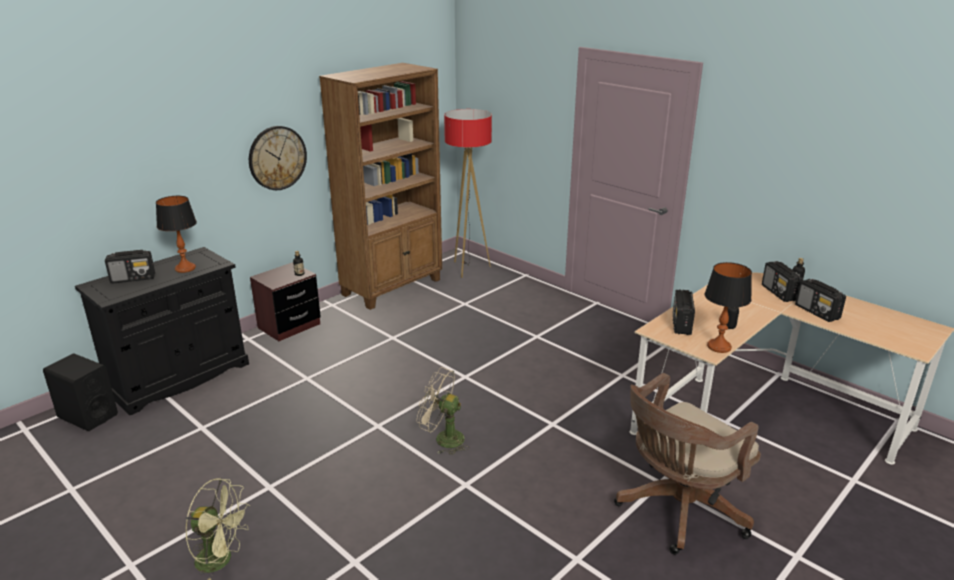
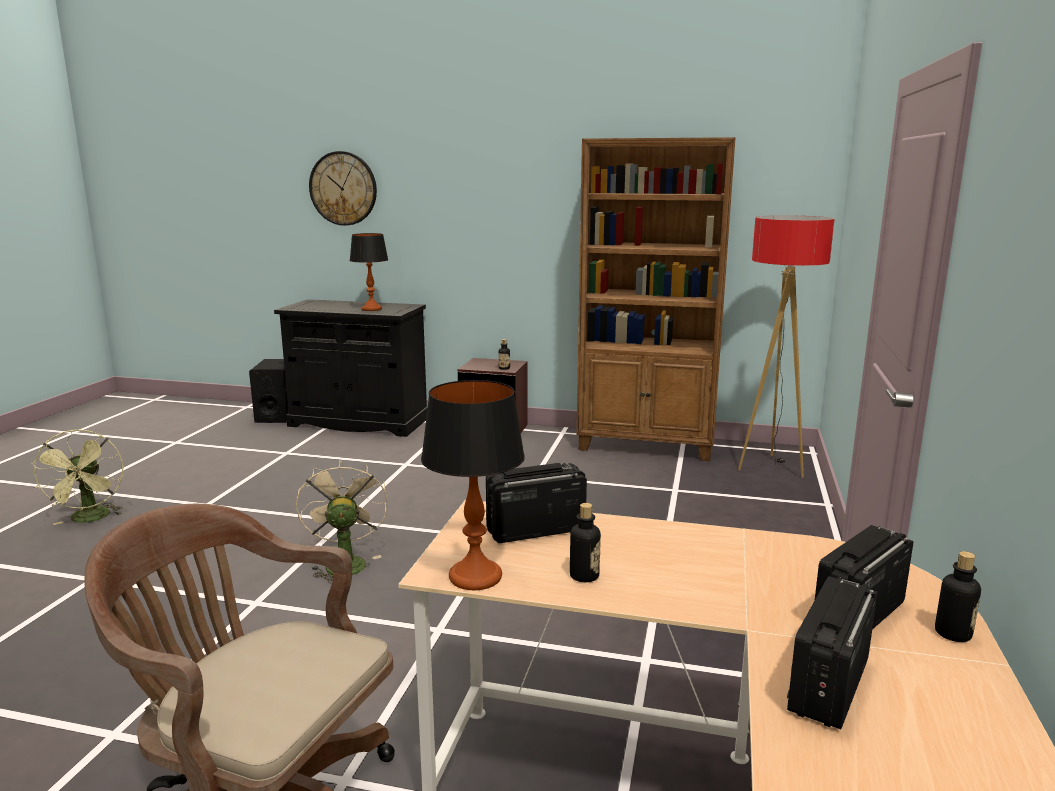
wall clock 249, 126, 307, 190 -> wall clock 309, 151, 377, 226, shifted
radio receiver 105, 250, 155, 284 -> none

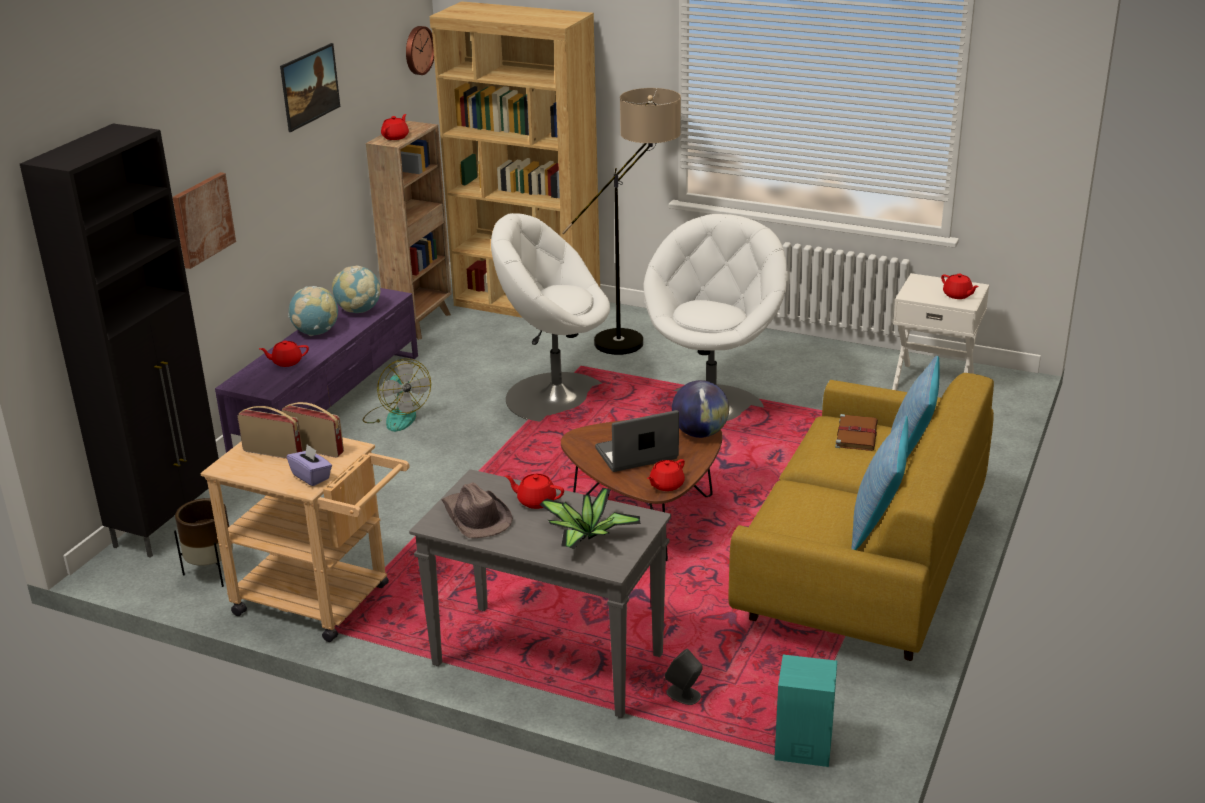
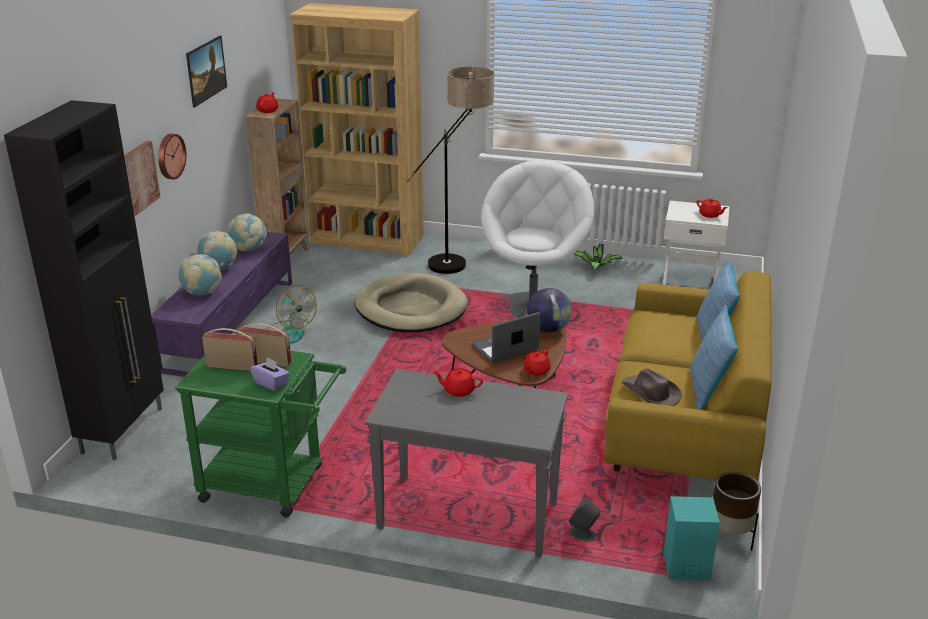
wall clock 406, 26, 434, 75 -> wall clock 158, 134, 186, 179, shifted
beige-coloured cart 200, 437, 410, 642 -> green-coloured cart 175, 351, 346, 518
reddish tea pot 259, 341, 309, 367 -> world globe 179, 254, 222, 296
white-coloured lounge chair 491, 213, 610, 422 -> beige-coloured dog bed 354, 273, 468, 332
potted plant 539, 488, 641, 549 -> potted plant 574, 244, 623, 270, shifted
brownish hat 441, 483, 513, 538 -> brownish hat 621, 368, 682, 406, shifted
brownish plant pot 174, 498, 233, 587 -> brownish plant pot 713, 472, 761, 551, shifted
brownish book 835, 414, 878, 451 -> none

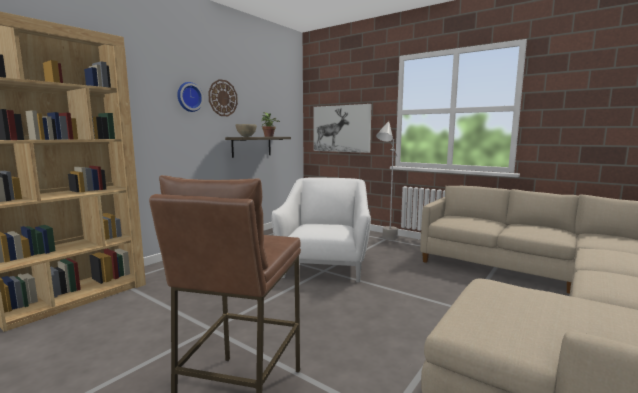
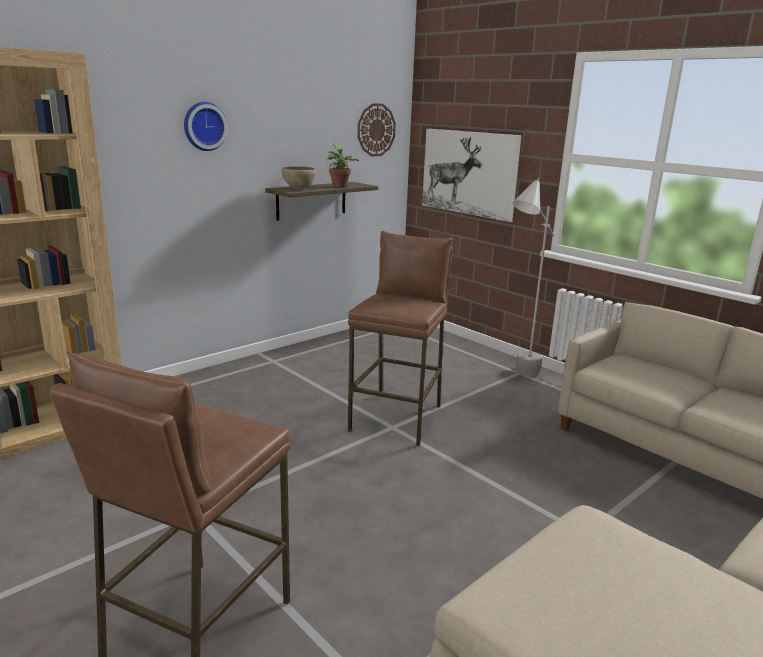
white-coloured lounge chair 272, 178, 371, 283 -> brownish stool 348, 231, 453, 446
wall clock 208, 79, 238, 116 -> wall clock 358, 103, 396, 156, shifted

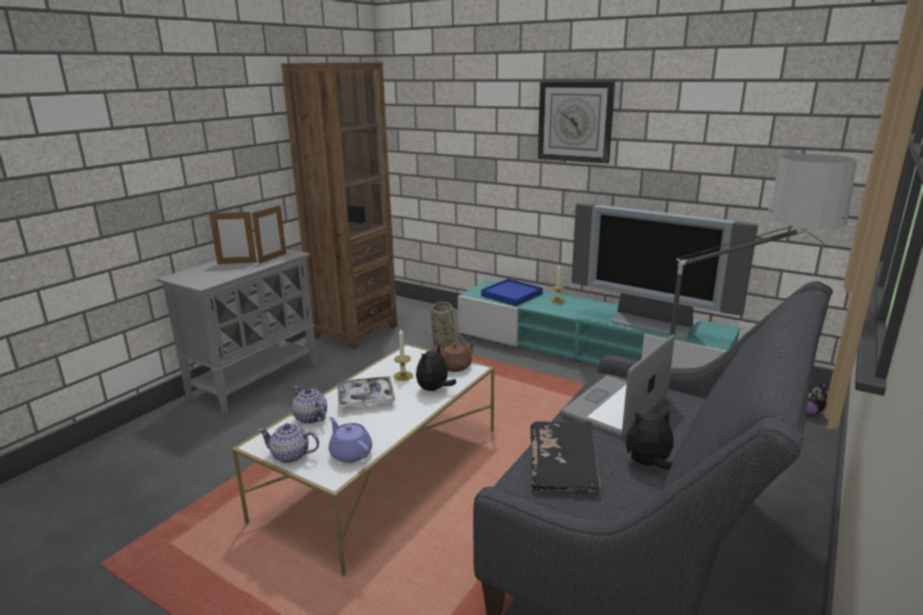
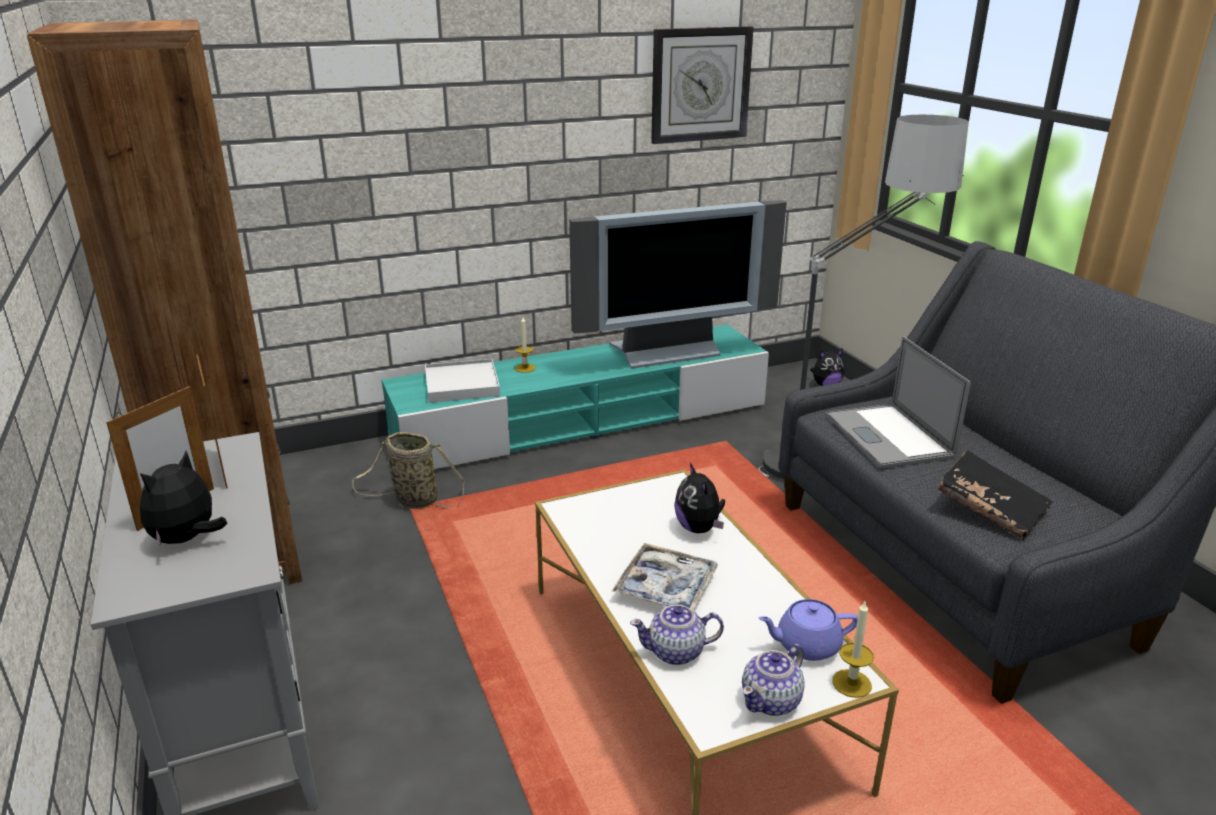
cuddly toy 626, 409, 674, 470 -> cuddly toy 140, 451, 227, 546, shifted
blue tray 481, 279, 543, 306 -> white-coloured tray 425, 359, 500, 403
wall clock 538, 82, 615, 164 -> wall clock 651, 26, 754, 144, shifted
wax light 394, 329, 413, 381 -> wax light 832, 602, 874, 698, shifted
brownish tea pot 441, 340, 476, 372 -> none

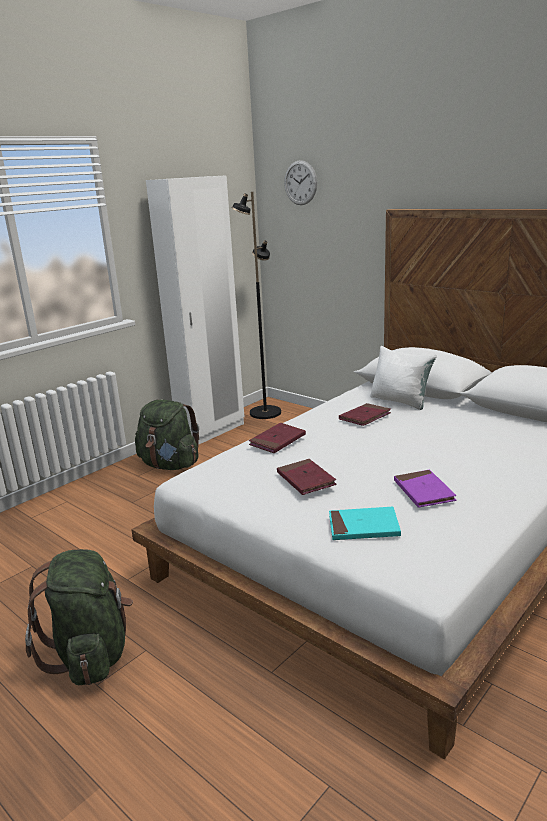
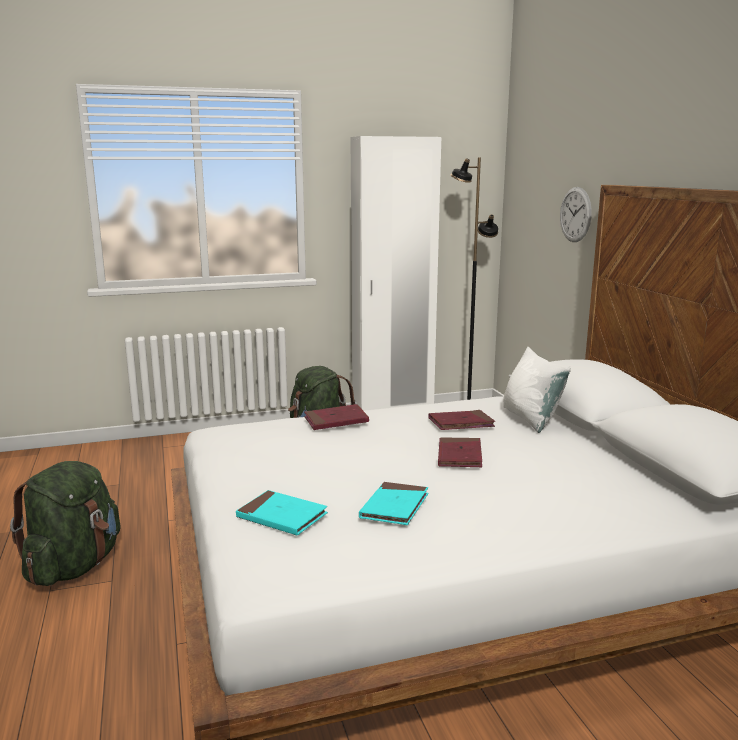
purple book 394, 470, 457, 508 -> turquoise-coloured book 359, 482, 428, 525
reddish book 277, 459, 337, 495 -> reddish book 438, 437, 482, 467, shifted
wall clock 284, 160, 317, 205 -> wall clock 560, 187, 592, 242, shifted

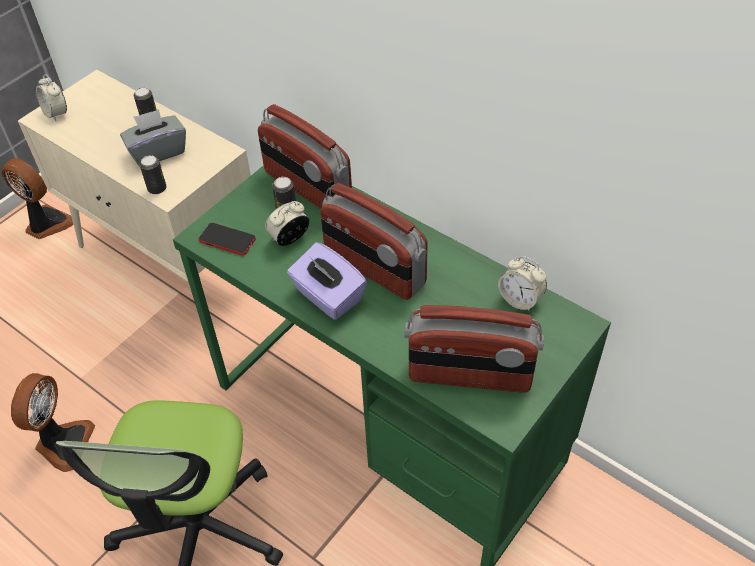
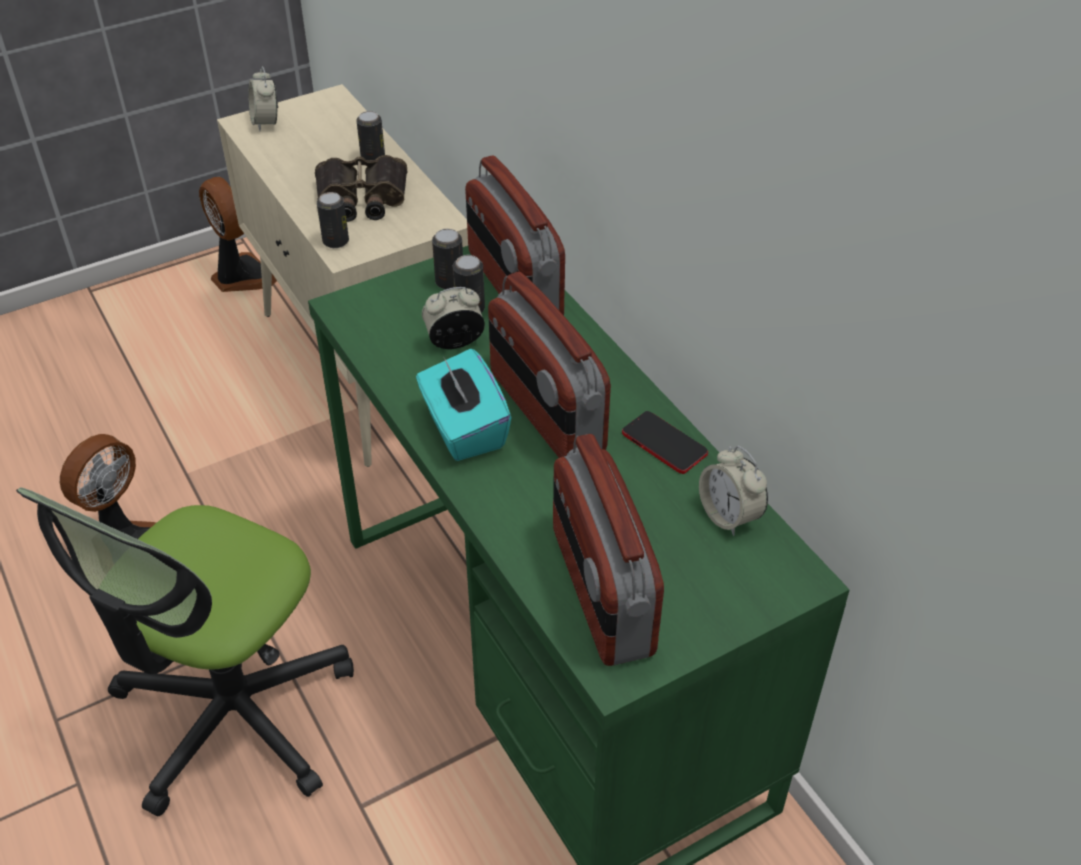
gray tissue holder 120, 109, 186, 166 -> pair of binoculars 315, 155, 407, 222
purple tissue holder 287, 242, 367, 320 -> turquoise-coloured tissue holder 416, 349, 512, 461
none -> can 432, 229, 463, 290
radio receiver 404, 305, 544, 393 -> radio receiver 553, 434, 664, 666, 45 degrees clockwise
handset 199, 223, 256, 255 -> handset 622, 411, 708, 474, shifted

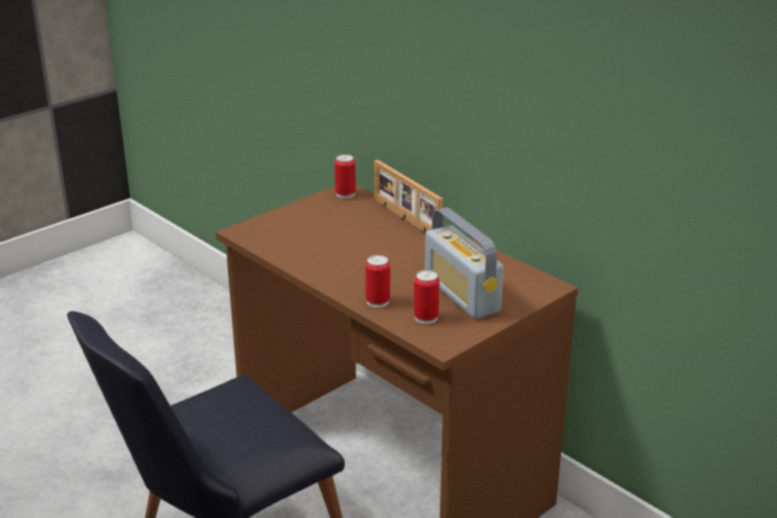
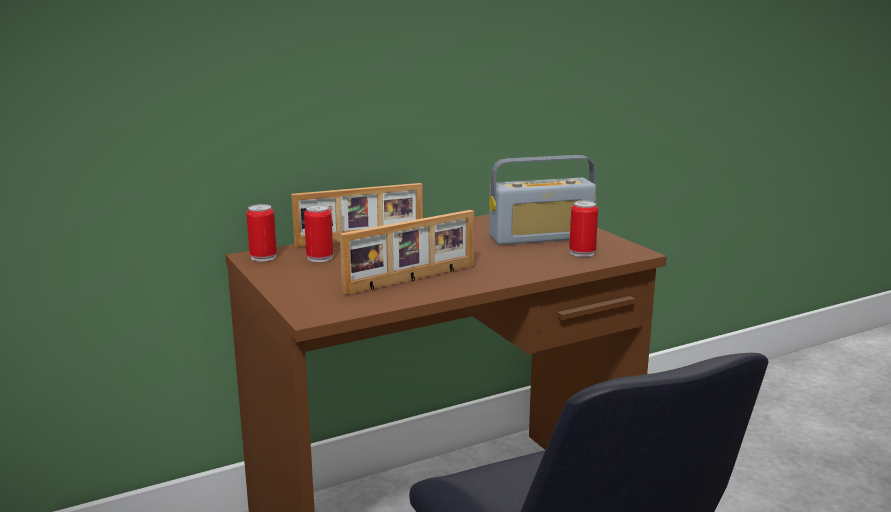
can 365, 255, 390, 308 -> can 304, 205, 333, 262, shifted
none -> standing frame 340, 210, 474, 295

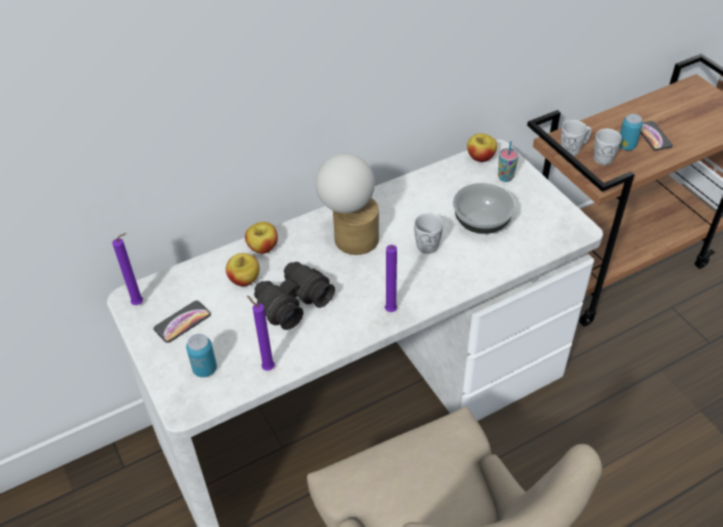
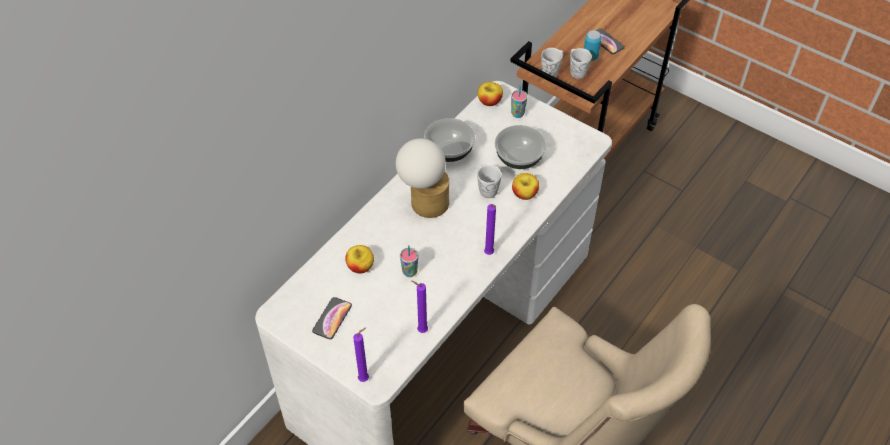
purple wax light 112, 233, 143, 305 -> purple wax light 353, 327, 369, 382, shifted
black pair of binoculars 254, 262, 335, 330 -> cup 400, 245, 418, 277
none -> serving bowl 424, 118, 475, 162
apple 245, 222, 278, 254 -> apple 512, 173, 539, 200, shifted
can 186, 334, 217, 377 -> none

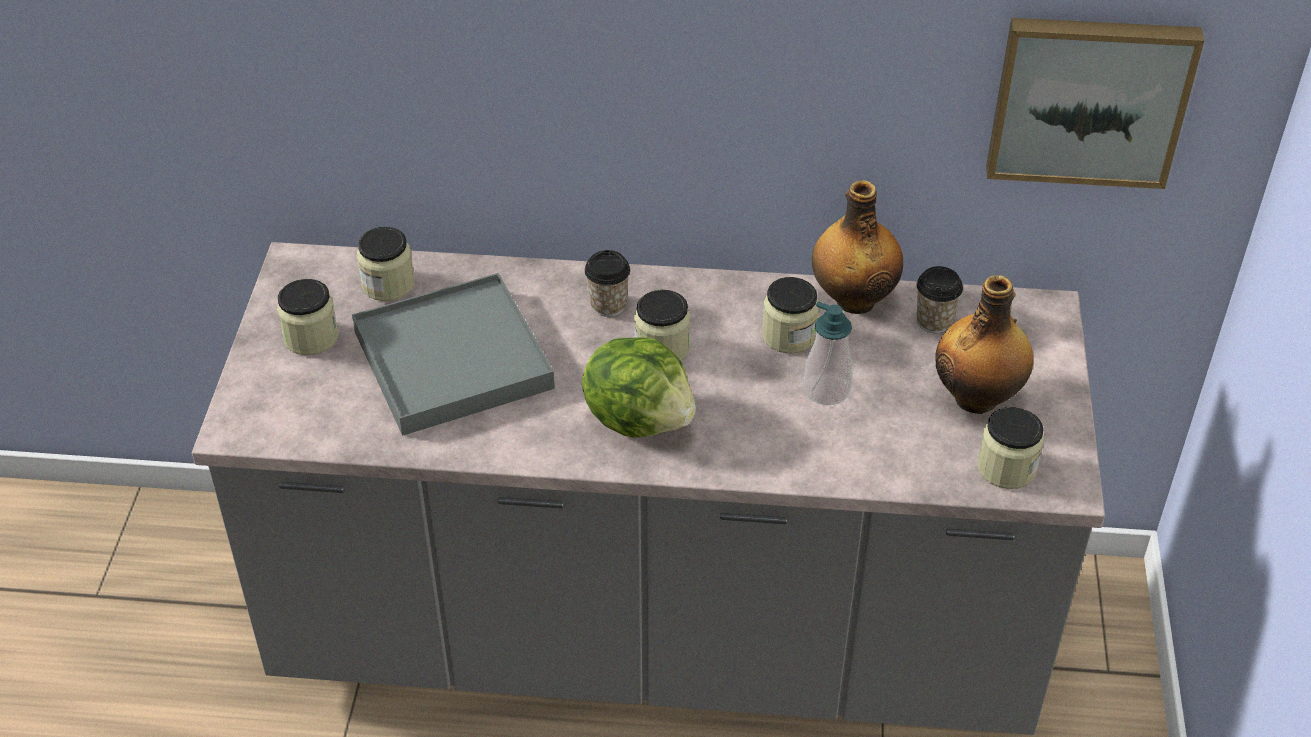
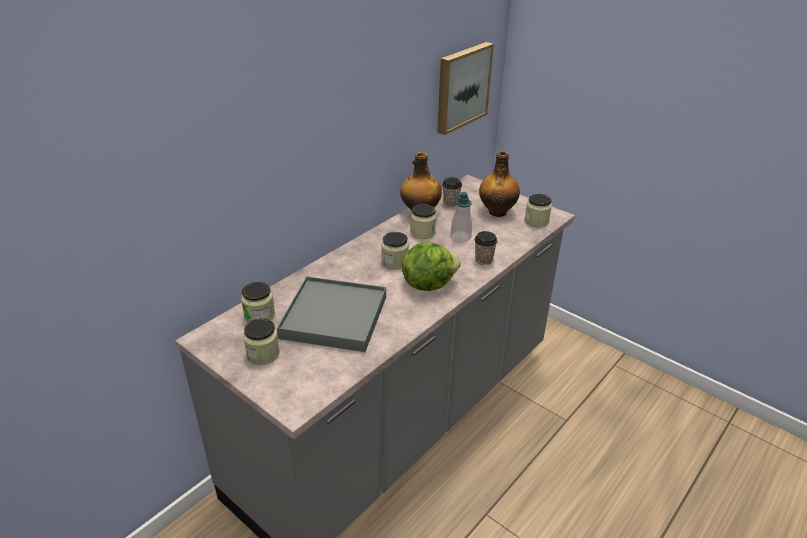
cup 585, 250, 630, 317 -> cup 475, 231, 498, 265, shifted

